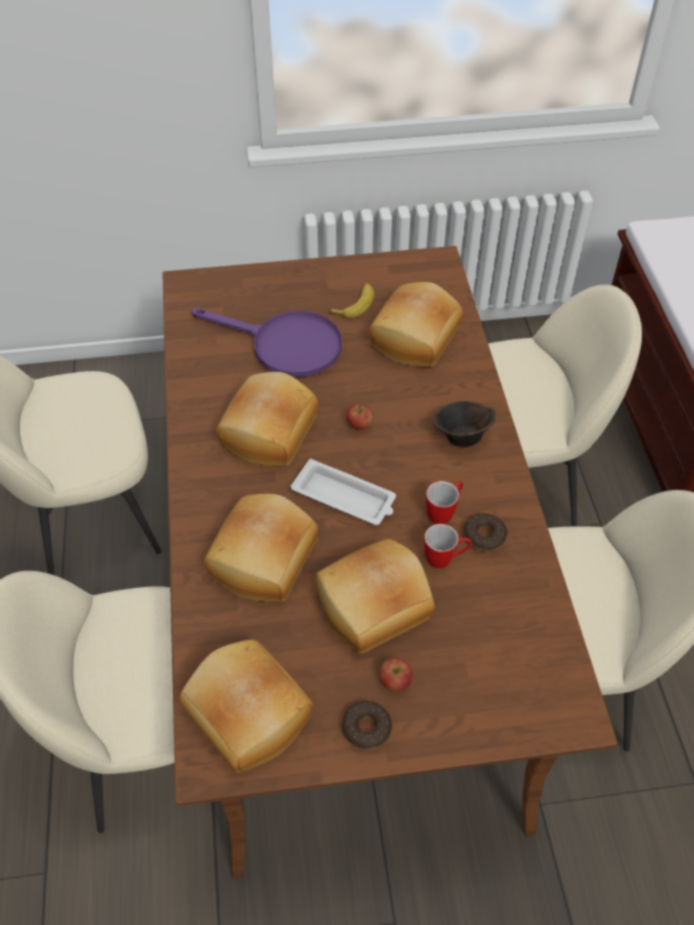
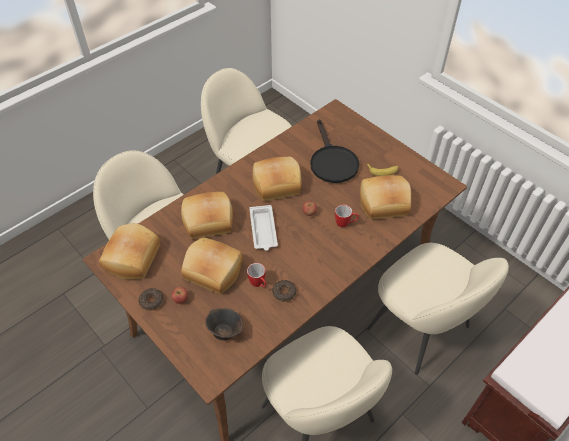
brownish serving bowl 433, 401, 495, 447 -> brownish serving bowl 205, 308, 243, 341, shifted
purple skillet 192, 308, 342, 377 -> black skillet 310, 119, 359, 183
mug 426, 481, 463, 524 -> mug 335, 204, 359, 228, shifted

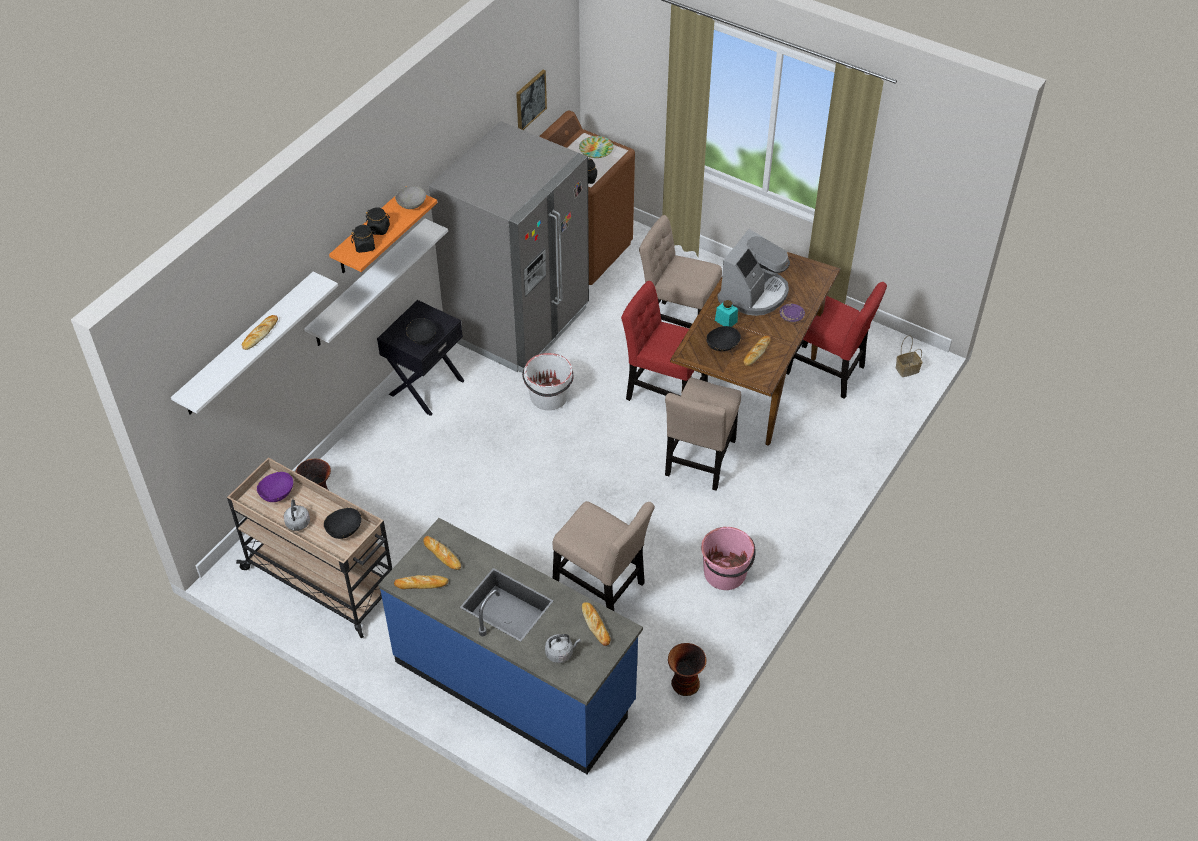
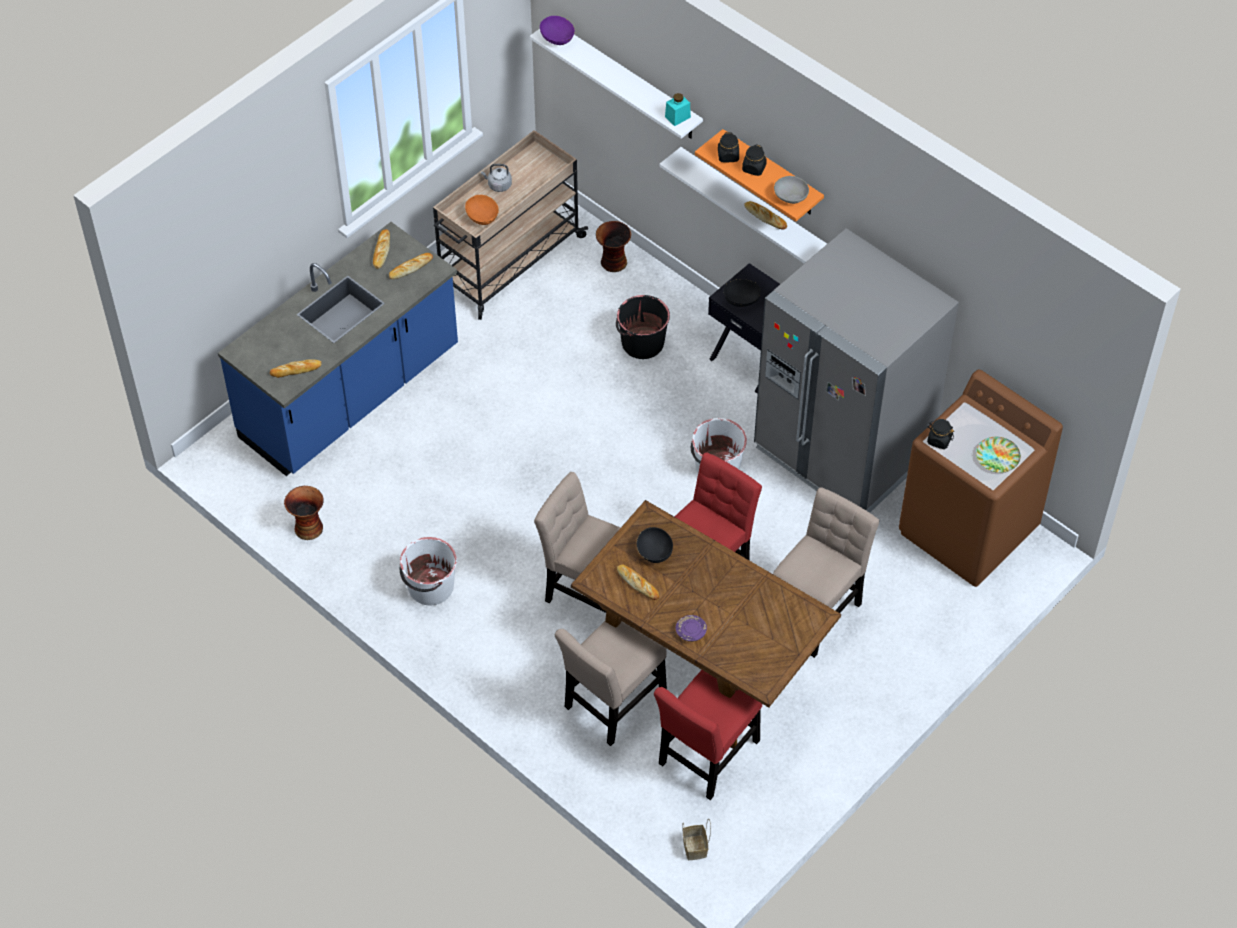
pinkish water bucket 701, 527, 756, 590 -> white-coloured water bucket 400, 537, 457, 605
black serving bowl 324, 508, 361, 539 -> orange-coloured serving bowl 465, 195, 499, 225
purple serving bowl 257, 472, 293, 502 -> purple serving bowl 540, 16, 575, 45, shifted
beige-coloured chair 553, 501, 655, 611 -> beige-coloured chair 555, 621, 667, 746, shifted
none -> black water bucket 616, 295, 670, 359
turquoise-coloured jar 715, 300, 738, 327 -> turquoise-coloured jar 665, 93, 691, 126, shifted
bread 242, 315, 278, 350 -> bread 745, 201, 787, 230, shifted
wall picture 516, 70, 547, 130 -> none
gray kettle 545, 634, 581, 663 -> none
coffee machine 717, 229, 790, 316 -> none

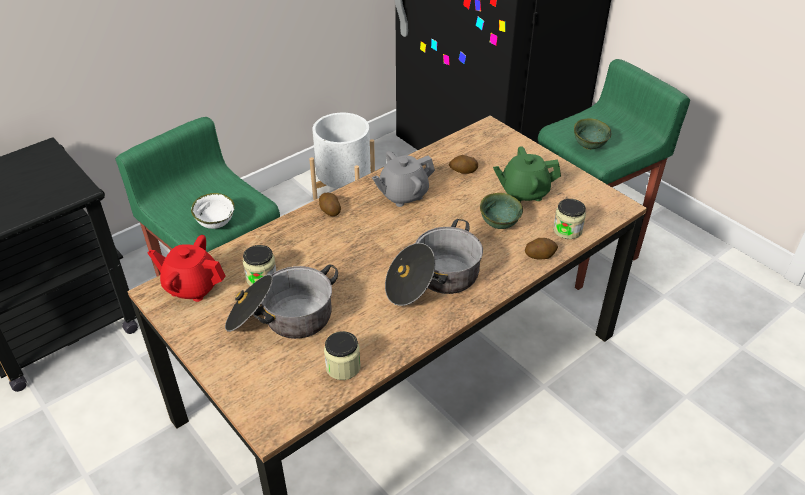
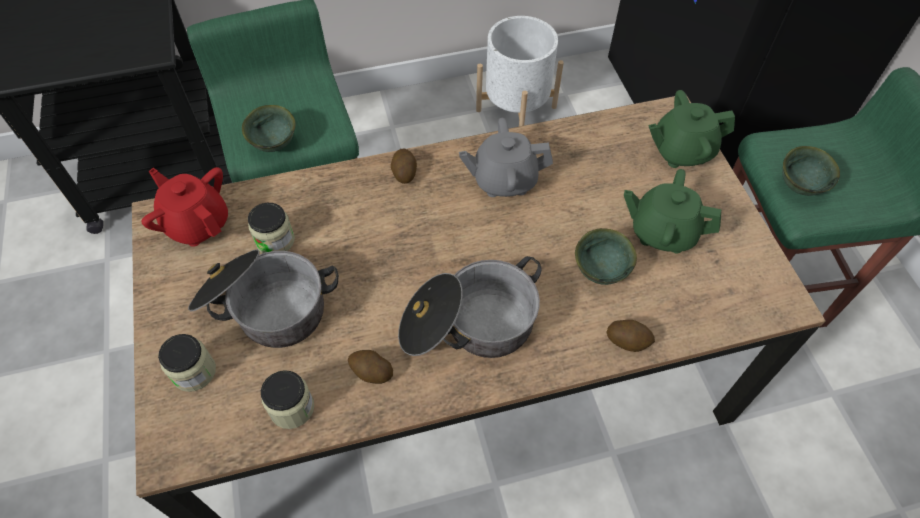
jar 553, 199, 586, 239 -> jar 158, 334, 216, 392, shifted
white-coloured serving bowl 191, 193, 235, 229 -> green-coloured serving bowl 242, 105, 296, 152
whole potato 449, 155, 478, 174 -> whole potato 348, 350, 393, 384, shifted
none -> green-coloured tea pot 648, 90, 735, 168

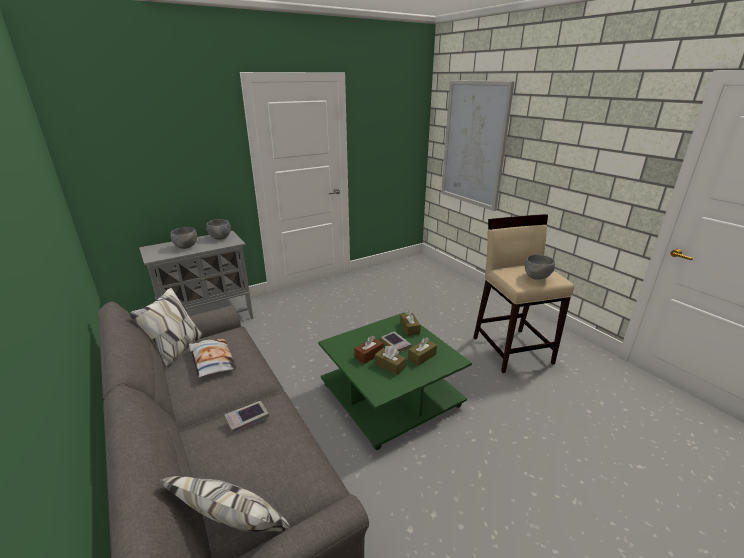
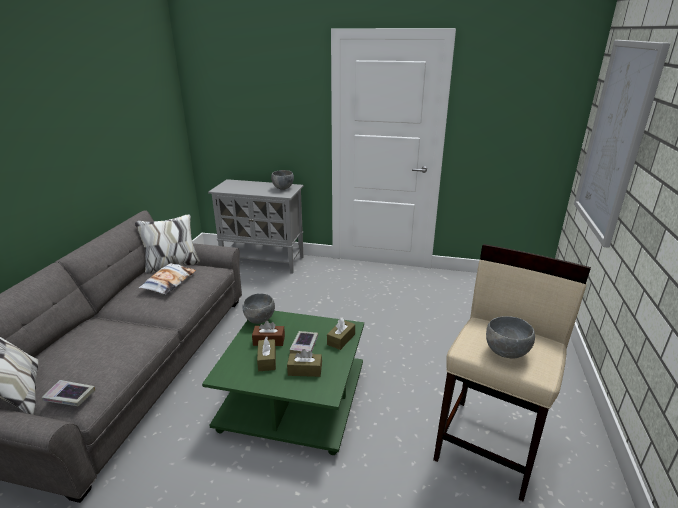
book 224, 401, 269, 433 -> book 42, 380, 95, 406, shifted
gray serving bowl 171, 227, 197, 249 -> gray serving bowl 242, 294, 275, 324, shifted

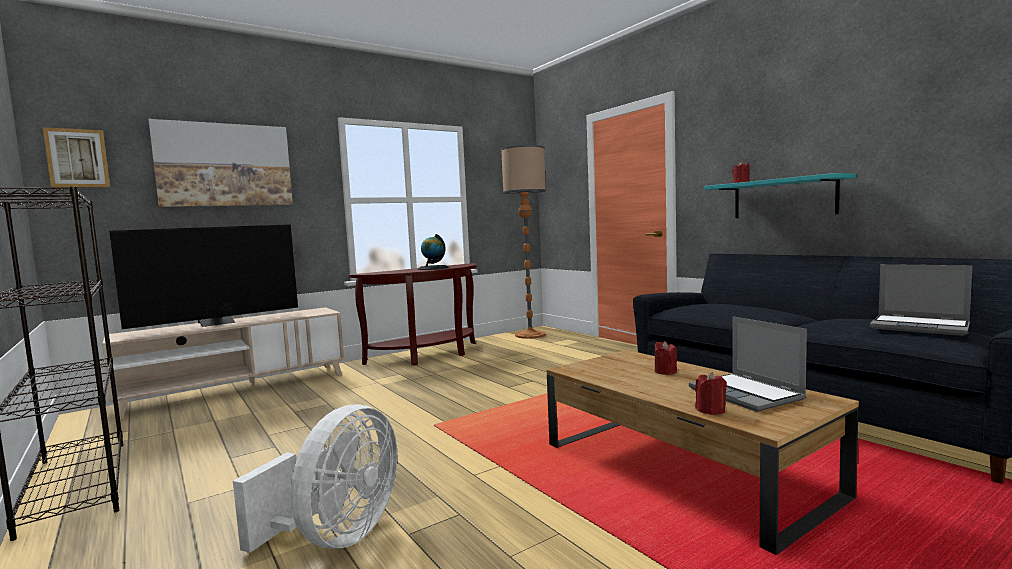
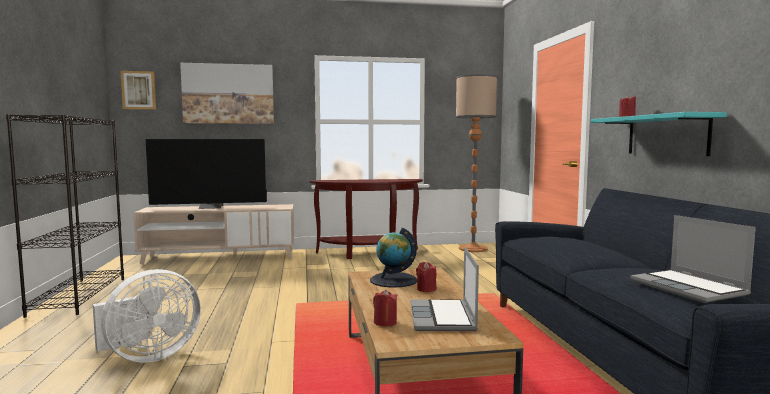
world globe 418, 234, 449, 270 -> world globe 370, 228, 417, 288, shifted

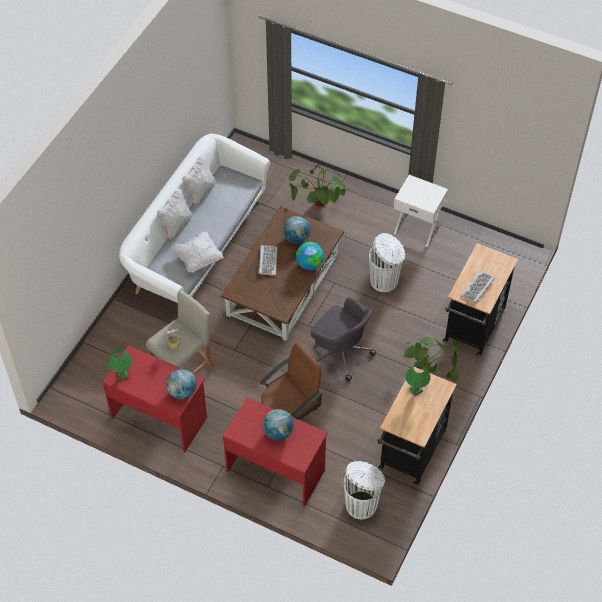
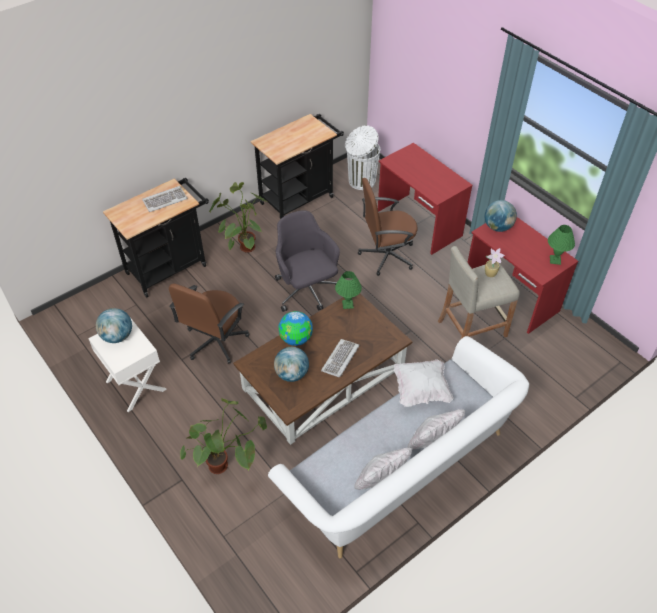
world globe 263, 409, 294, 440 -> world globe 96, 308, 132, 343, shifted
white-coloured rubbish bin 369, 233, 405, 292 -> brownish computer chair 169, 283, 249, 364
green-coloured lamp for a table 405, 363, 431, 396 -> green-coloured lamp for a table 335, 271, 362, 309, shifted

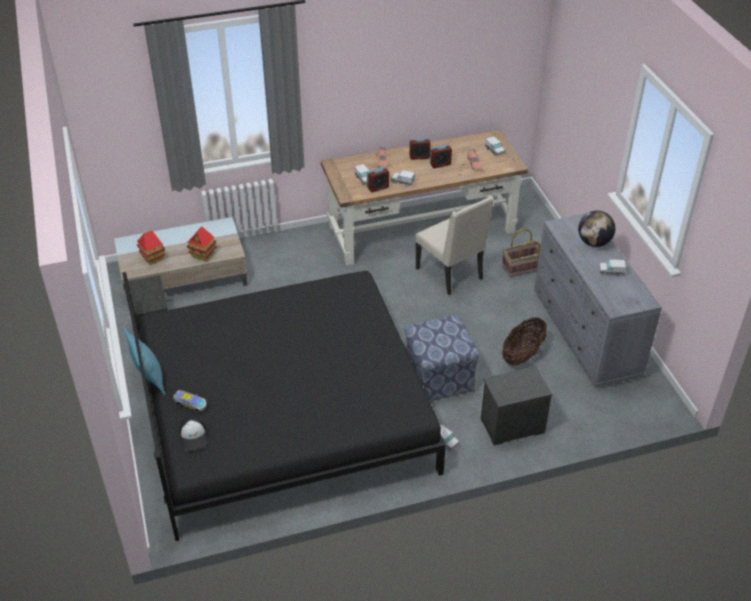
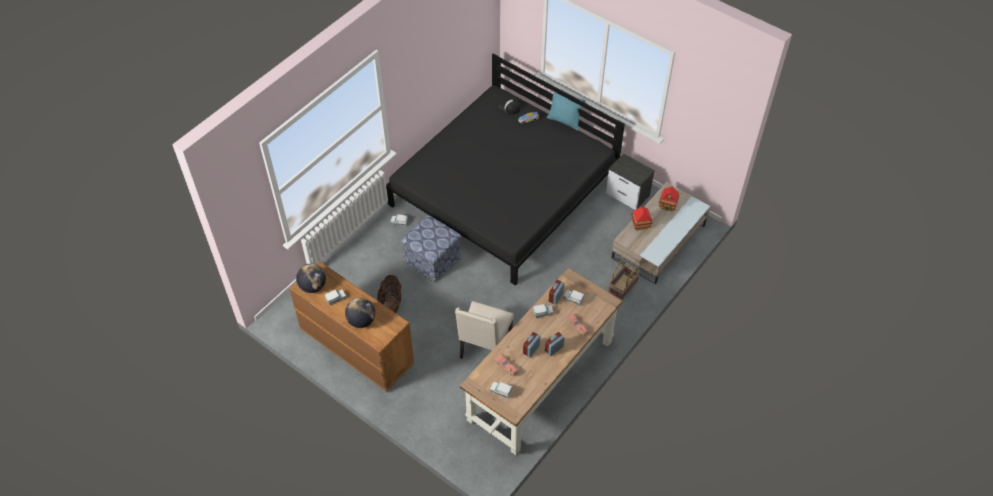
gray chest of drawers 534, 213, 662, 388 -> brownish chest of drawers 289, 261, 414, 392
none -> world globe 296, 264, 326, 293
beige-coloured chair 415, 195, 494, 295 -> beige-coloured chair 455, 301, 514, 359, 90 degrees counterclockwise
storage basket 502, 229, 540, 277 -> storage basket 608, 261, 640, 300, shifted
night table 480, 366, 552, 446 -> none

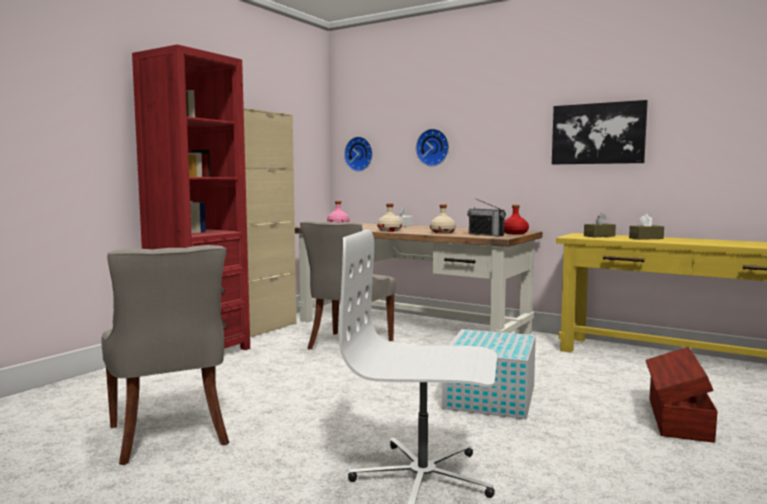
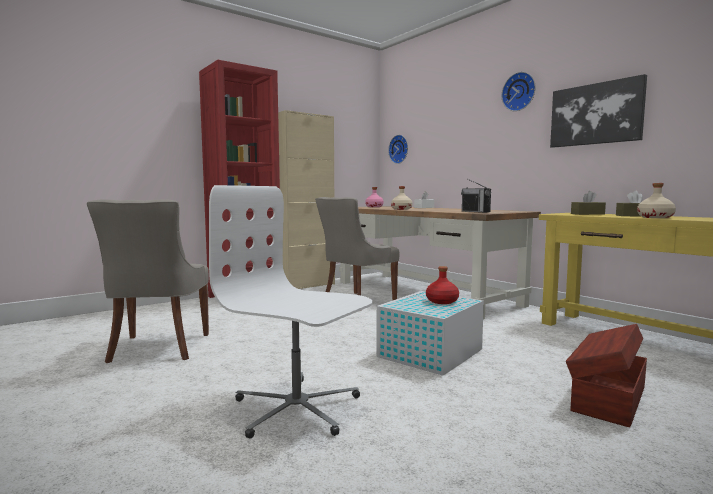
reddish drink bottle 504, 205, 529, 234 -> reddish drink bottle 426, 266, 459, 304, shifted
wall clock 416, 129, 449, 166 -> wall clock 502, 72, 536, 111, shifted
beige-coloured drink bottle 430, 204, 456, 233 -> beige-coloured drink bottle 637, 183, 676, 218, shifted

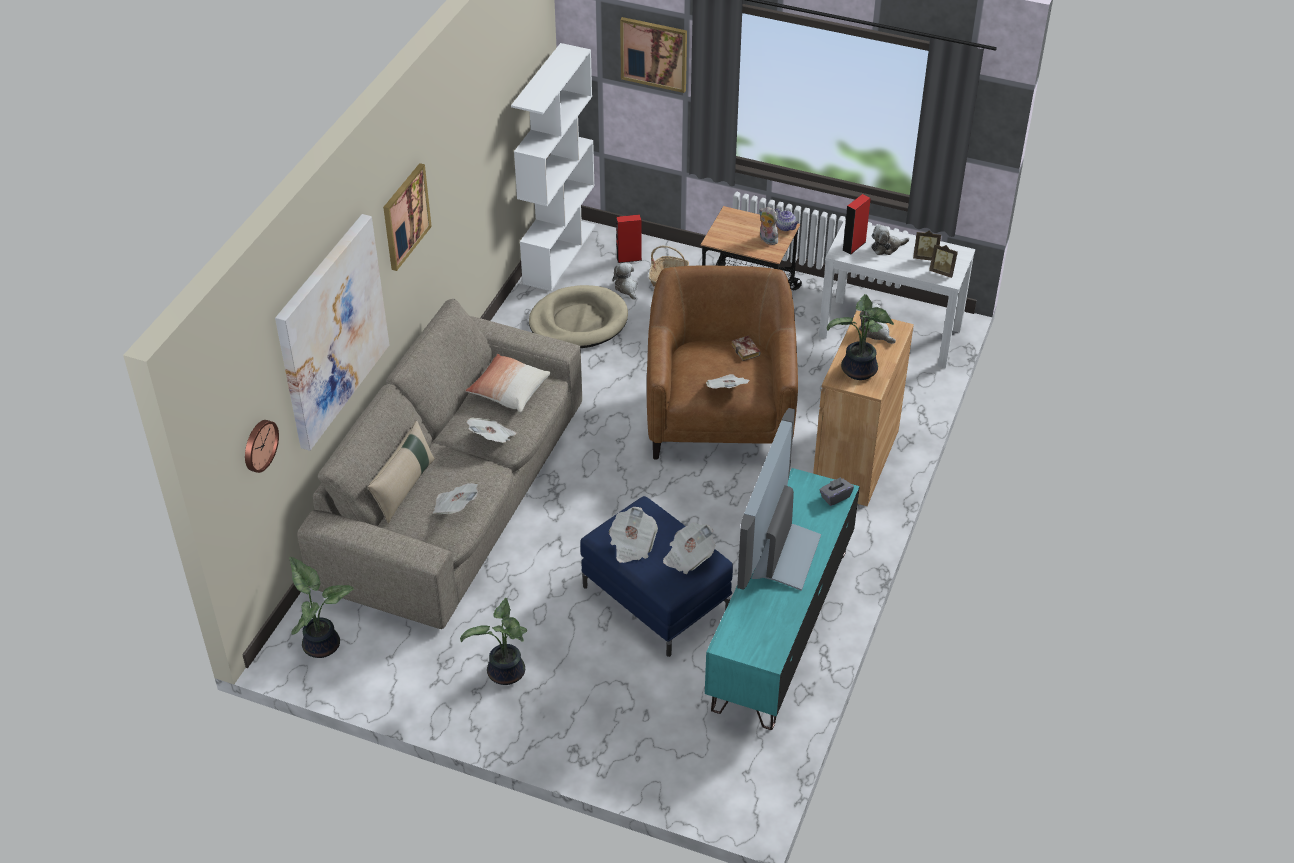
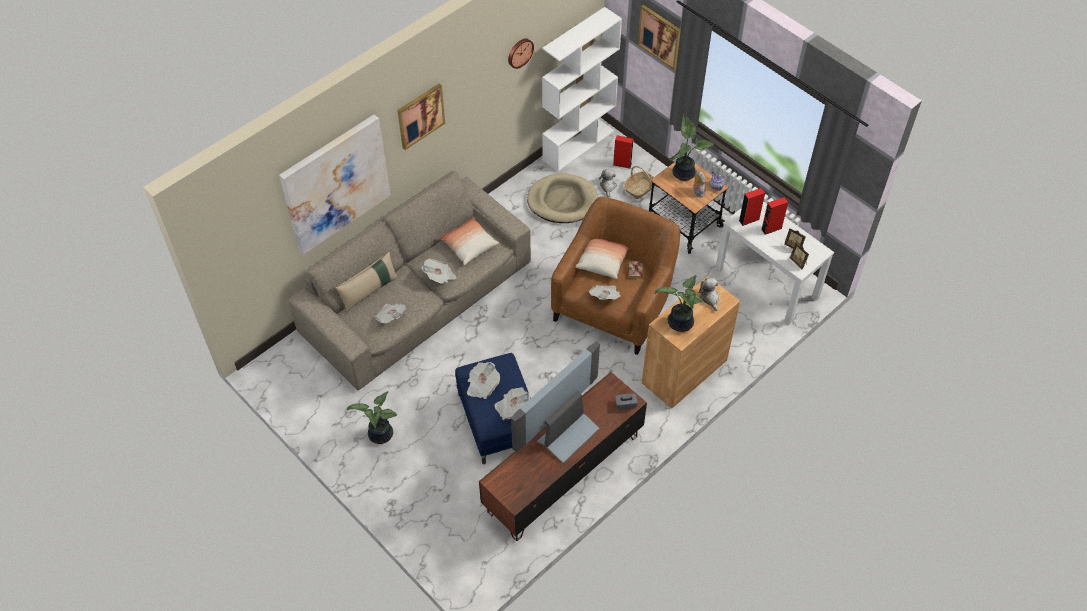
turquoise-coloured tv unit 705, 468, 860, 730 -> brownish tv unit 479, 372, 647, 541
wall clock 245, 420, 279, 473 -> wall clock 508, 39, 534, 69, shifted
none -> cushion 576, 239, 629, 279
potted plant 289, 557, 354, 658 -> potted plant 669, 114, 714, 181, shifted
cuddly toy 871, 225, 909, 255 -> reddish audio speaker 761, 197, 788, 235

